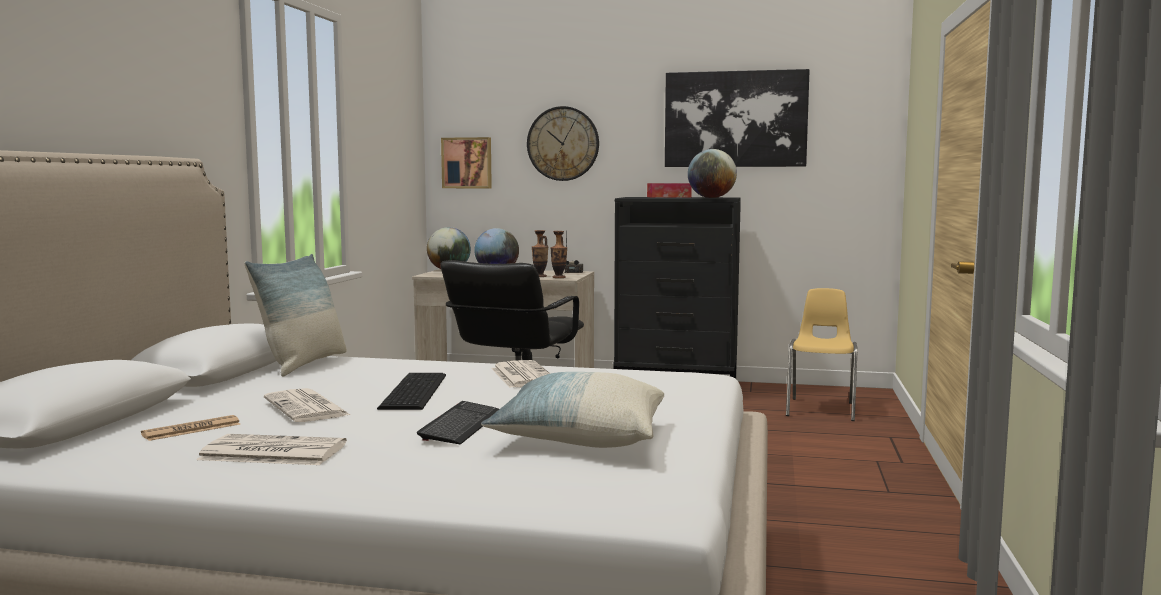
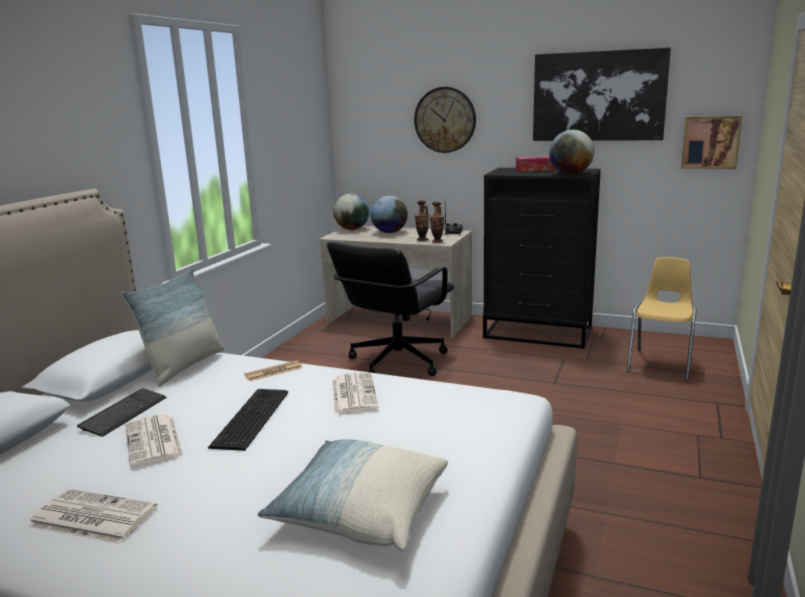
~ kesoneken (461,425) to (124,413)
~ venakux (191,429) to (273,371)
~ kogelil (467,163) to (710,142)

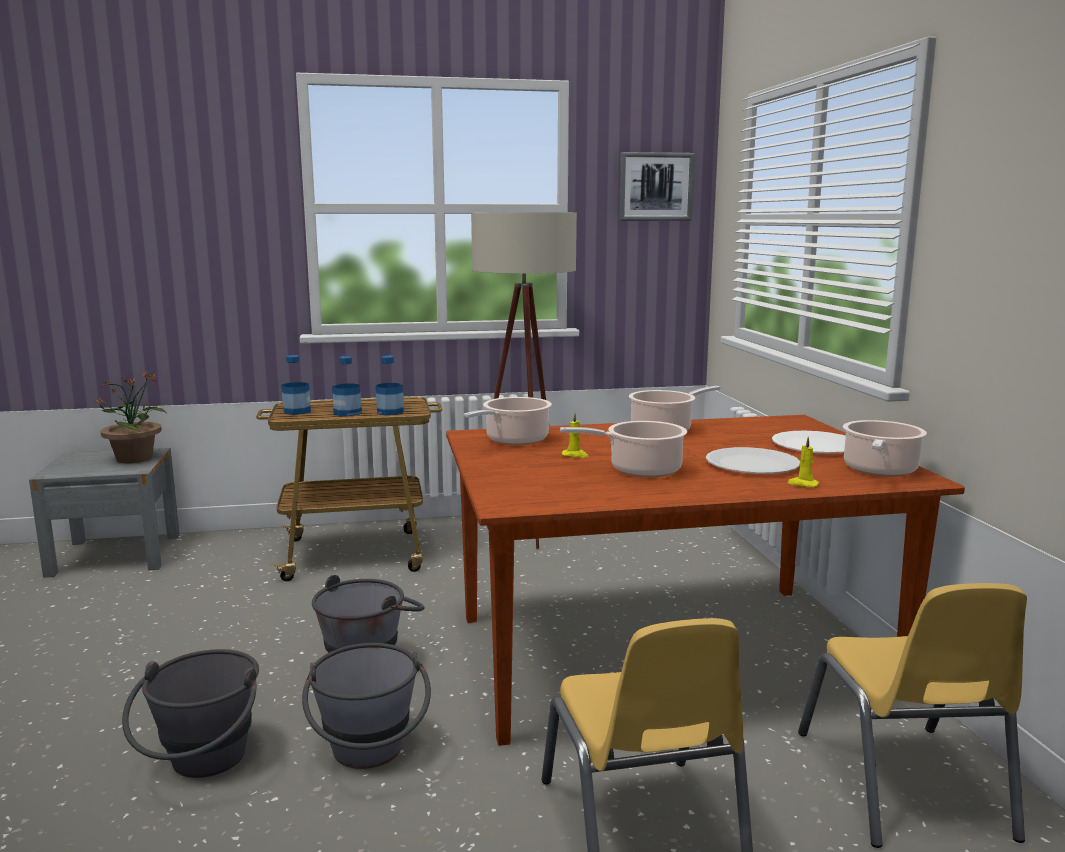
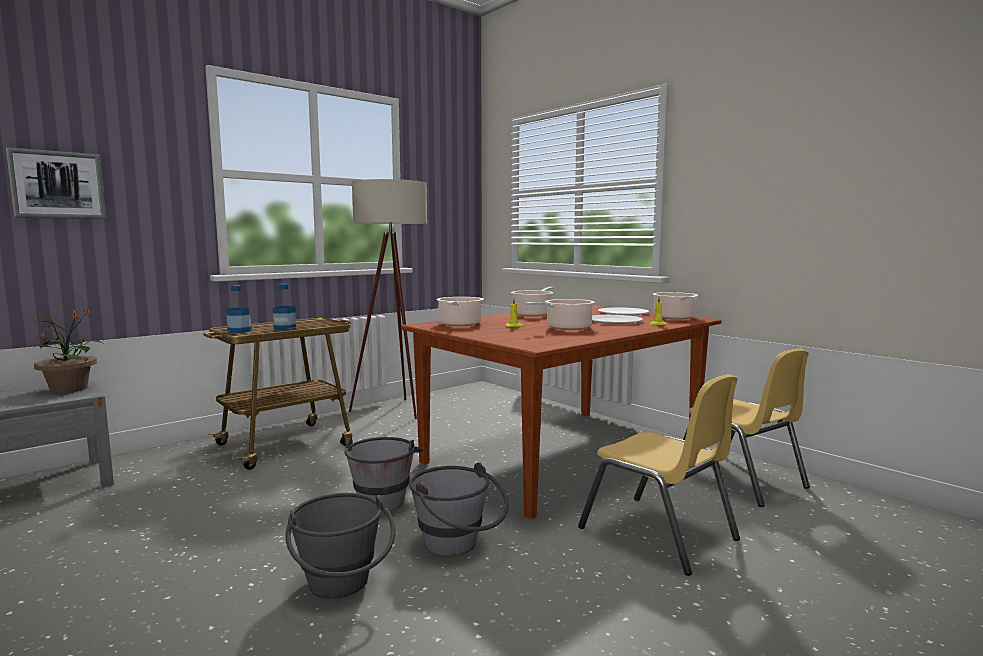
~ kogelil (655,187) to (58,185)
- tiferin (390,412)

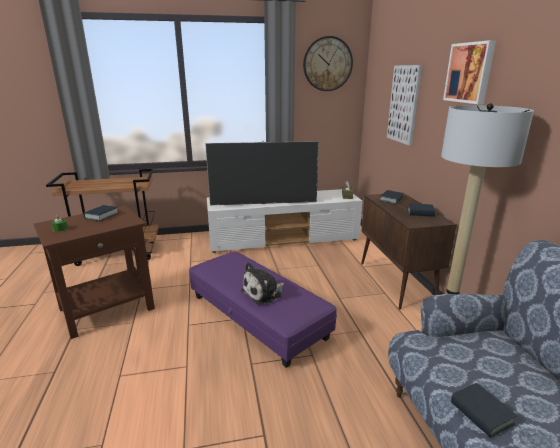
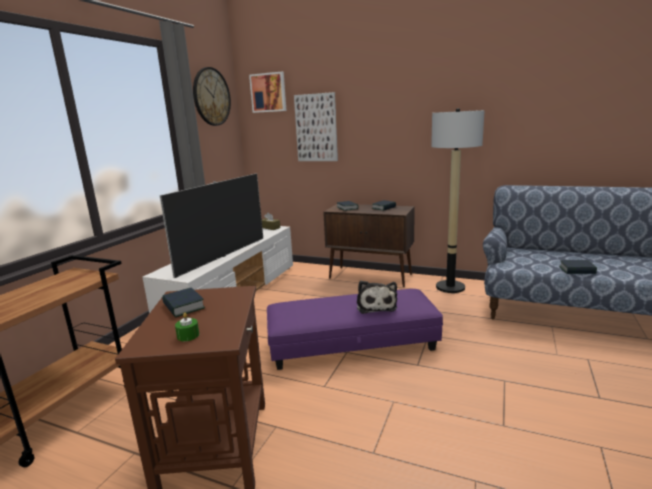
~ kogelil (470,73) to (268,92)

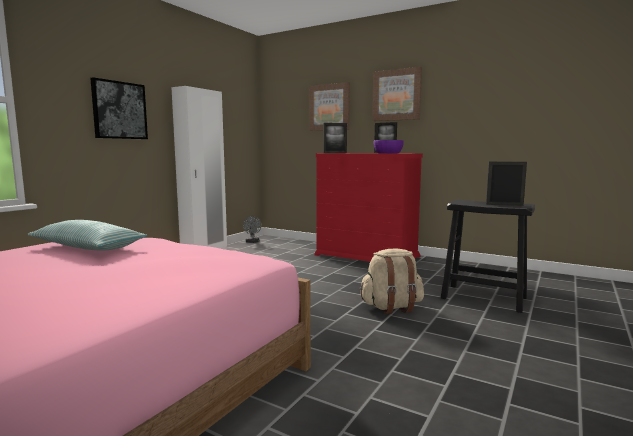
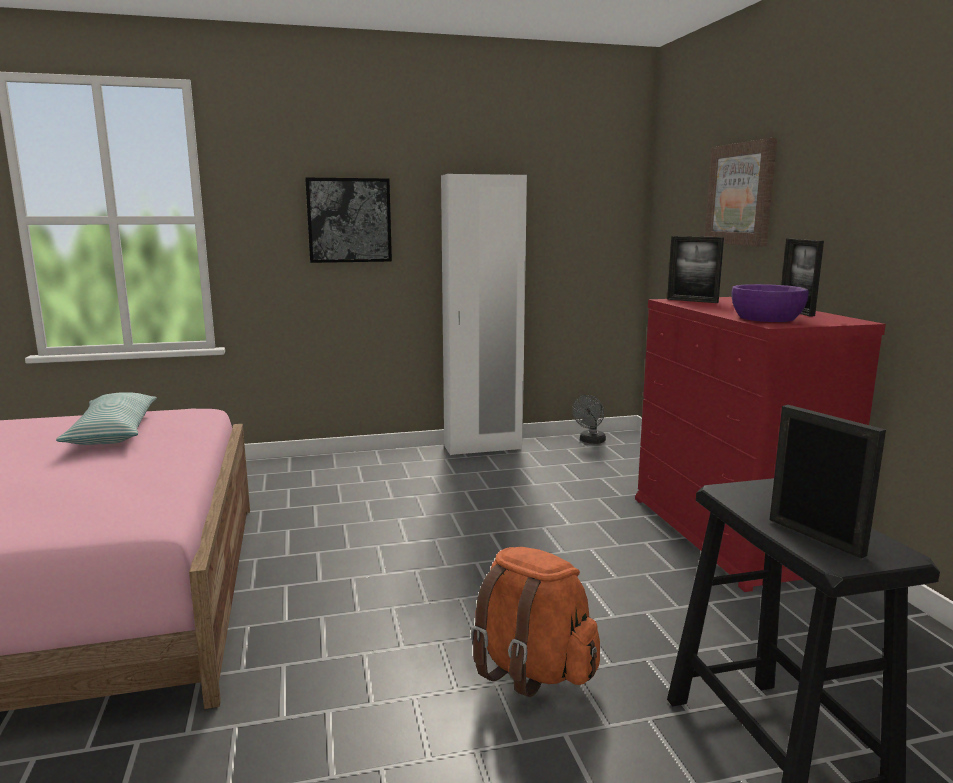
~ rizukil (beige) (391,307) to rizukil (orange) (531,669)
- kogelil (397,95)

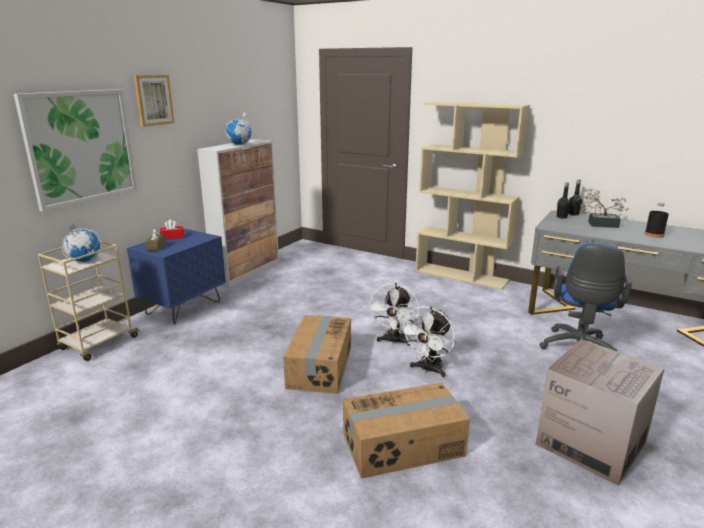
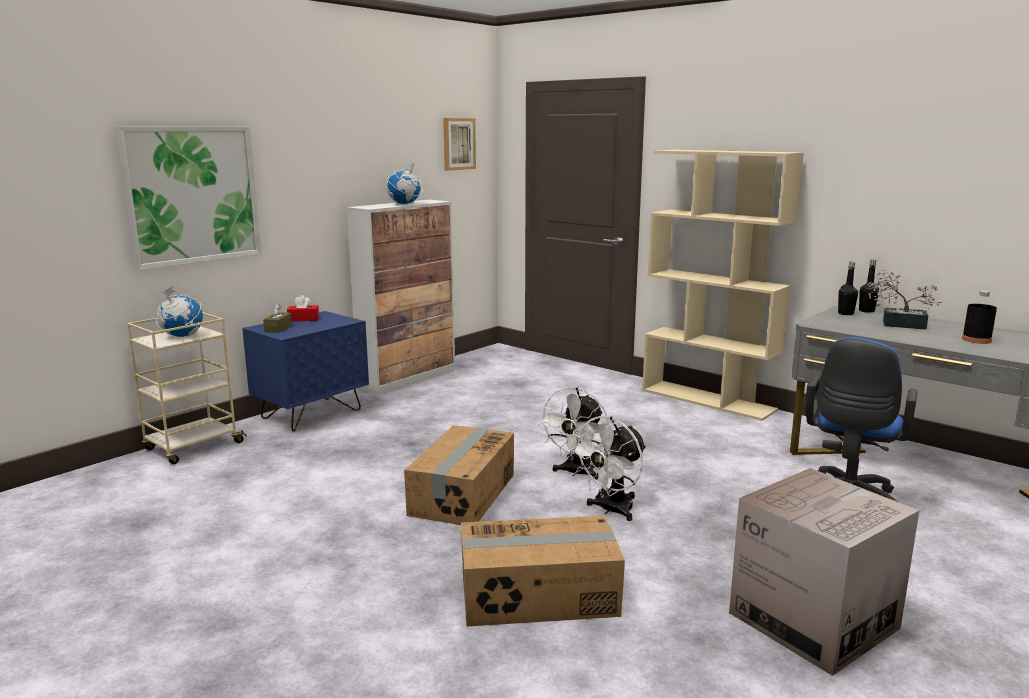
~ kogelil (153,100) to (458,144)

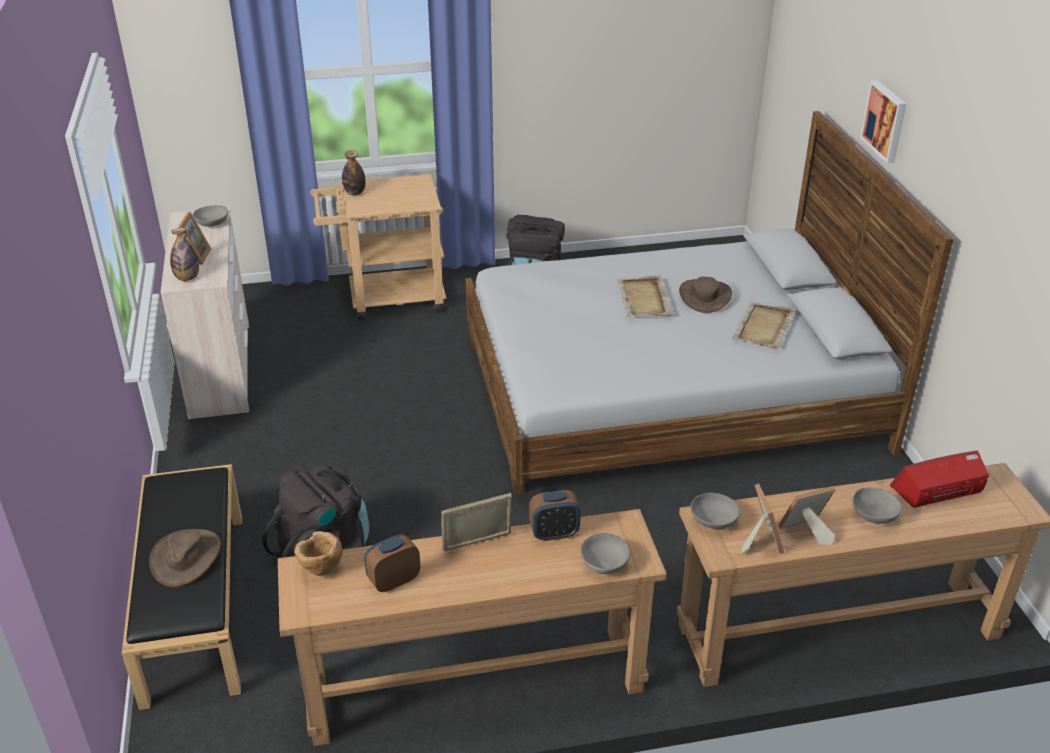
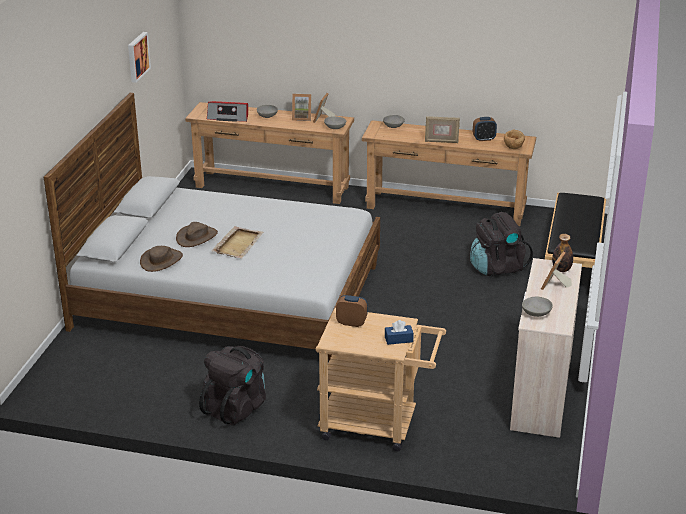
~ kogelil (886,121) to (137,56)
~ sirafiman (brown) (186,557) to (161,260)
~ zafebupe (554,533) to (351,323)
~ tiferin (355,193) to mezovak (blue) (398,339)
- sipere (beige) (763,327)

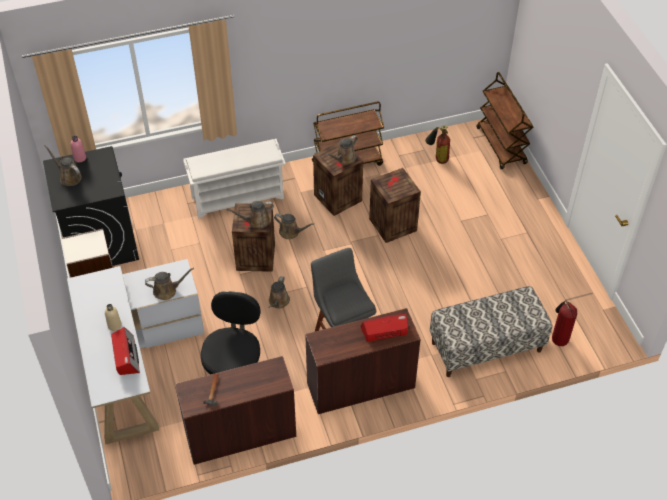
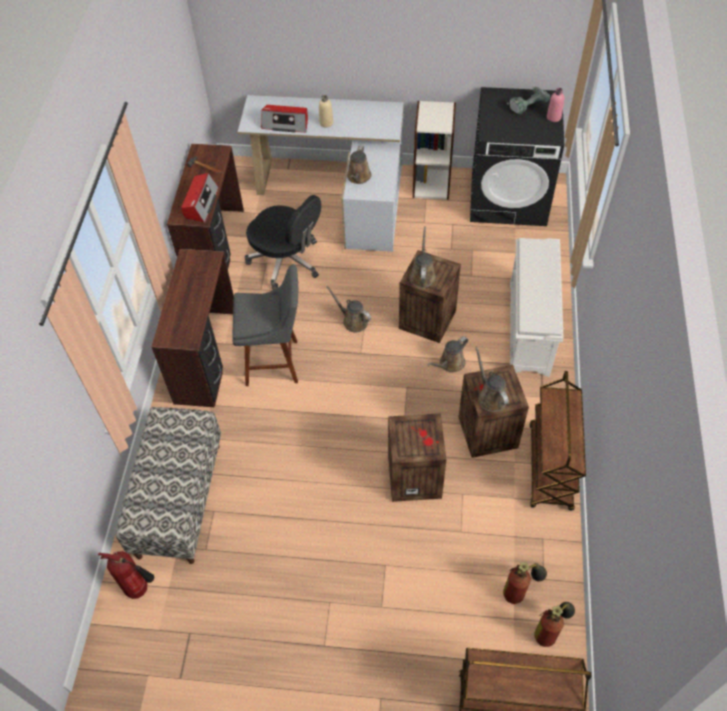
~ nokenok (385,331) to (201,203)
~ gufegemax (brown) (69,177) to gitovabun (526,105)
+ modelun (550,631)

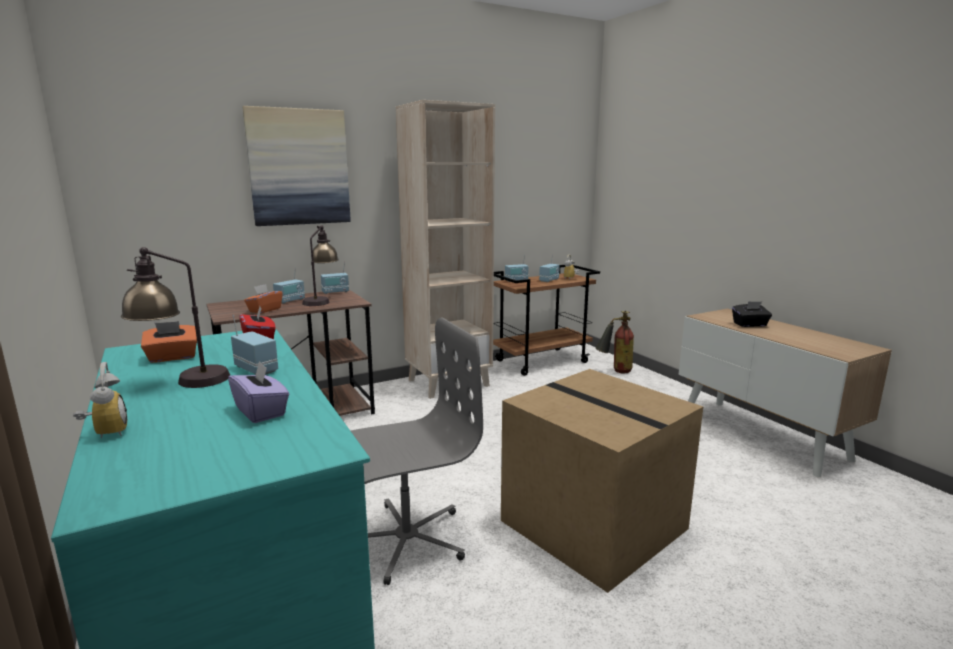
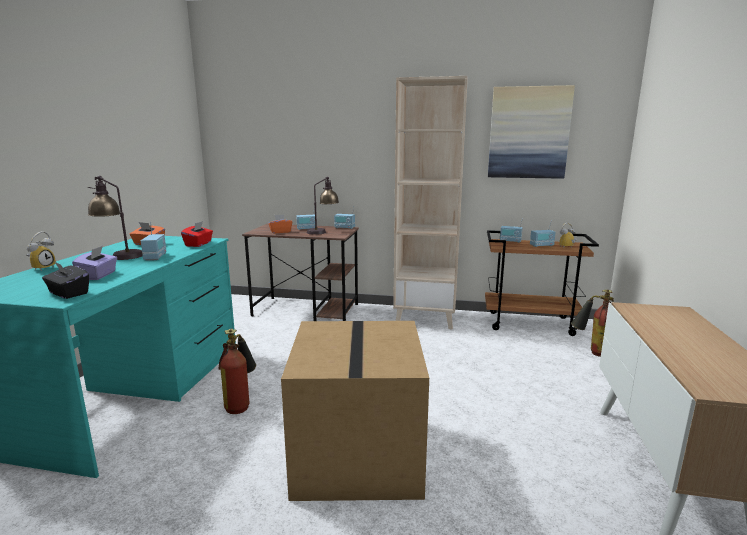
~ mezovak (black) (750,325) to (68,293)
~ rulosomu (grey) (405,539) to modelun (241,403)
~ kogelil (299,167) to (528,133)

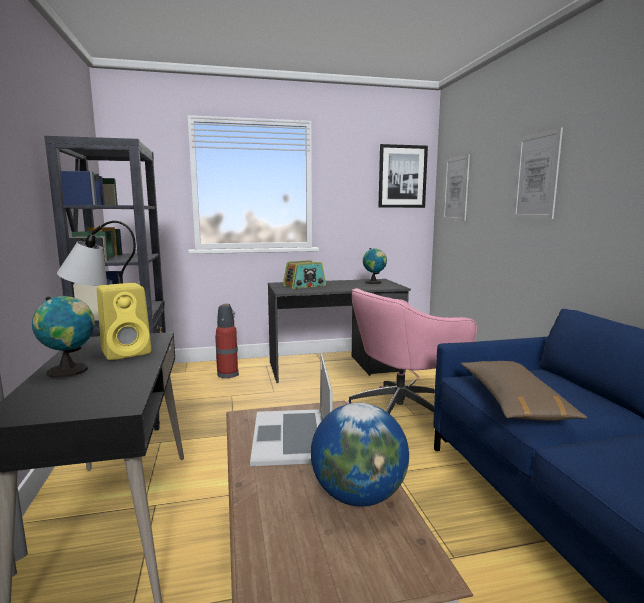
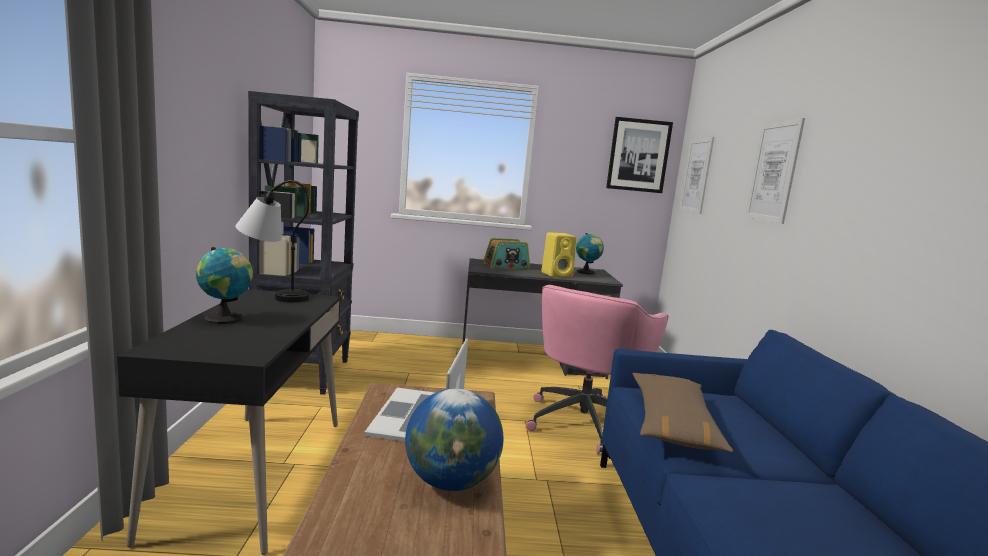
~ rulosomu (pink) (403,412) = (584,421) 45 degrees counterclockwise
~ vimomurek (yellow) (128,352) to (557,275)
- modelun (228,374)

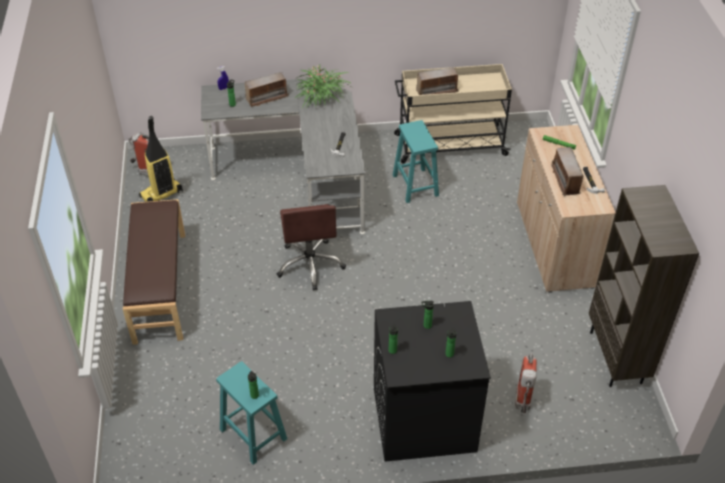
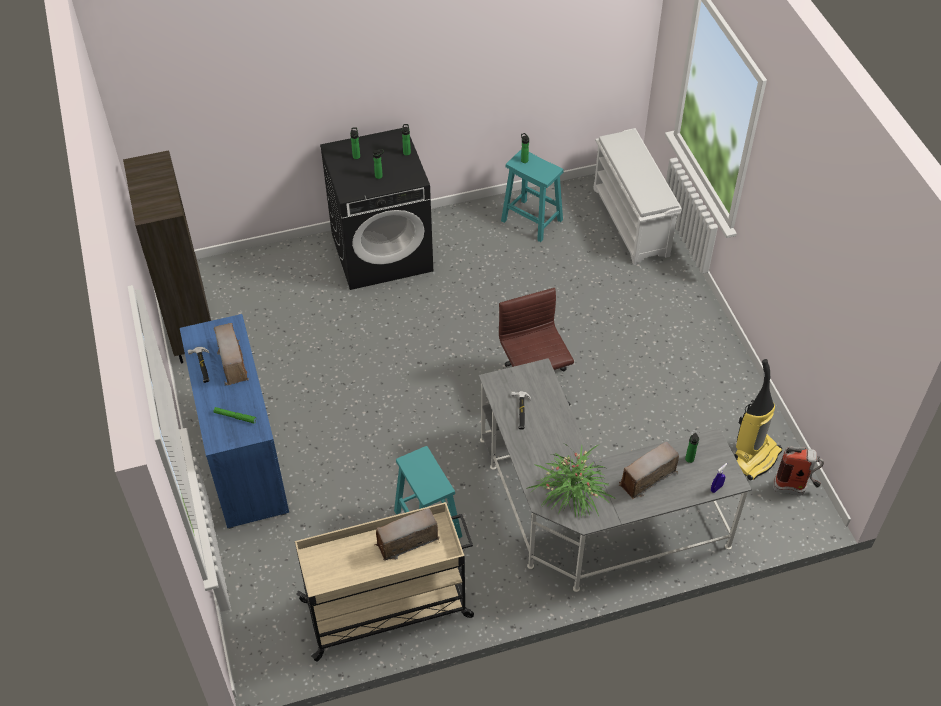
~ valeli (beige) (554,244) to valeli (blue) (244,458)
+ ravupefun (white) (632,222)
- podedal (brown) (159,287)
- modelun (522,404)

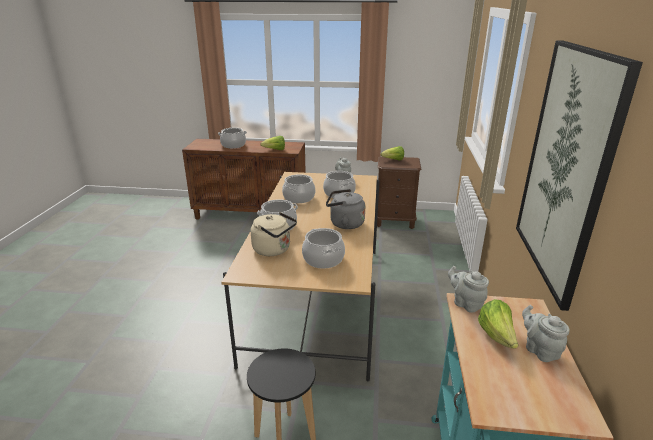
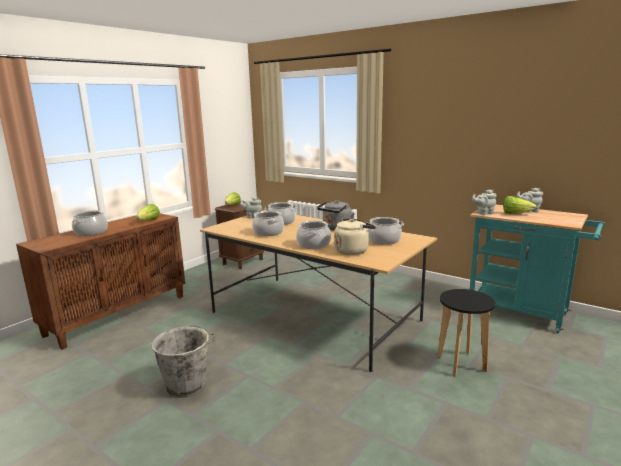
+ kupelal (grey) (188,386)
- kogelil (565,168)

